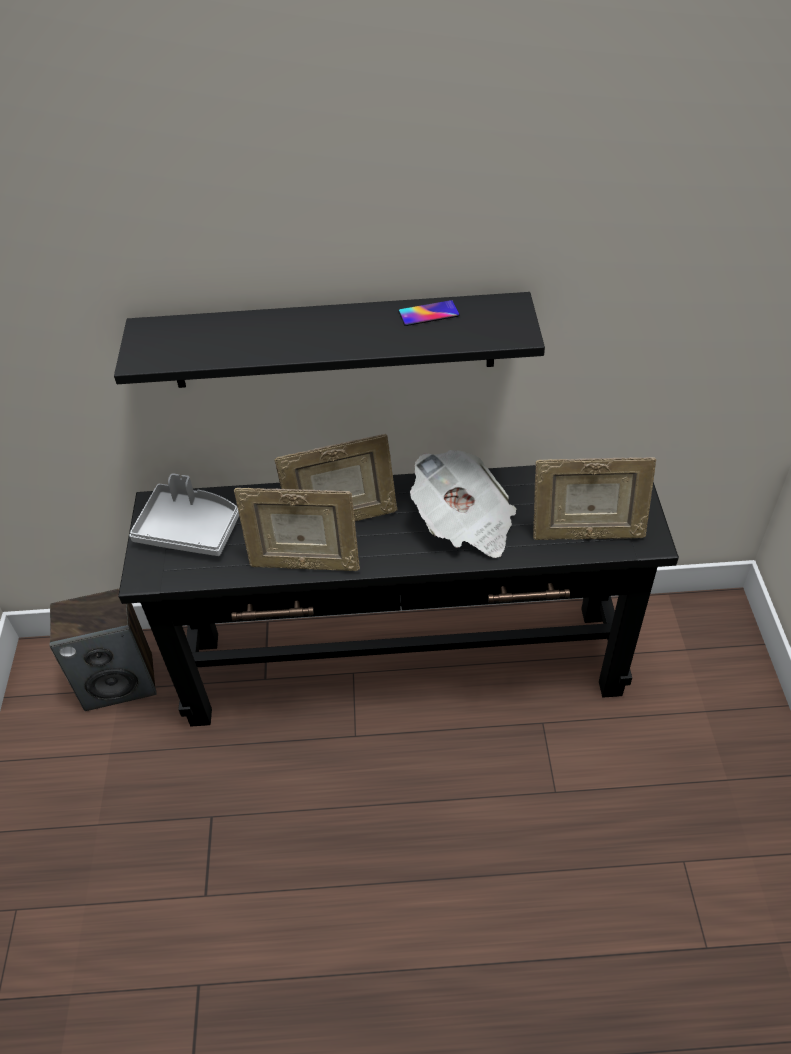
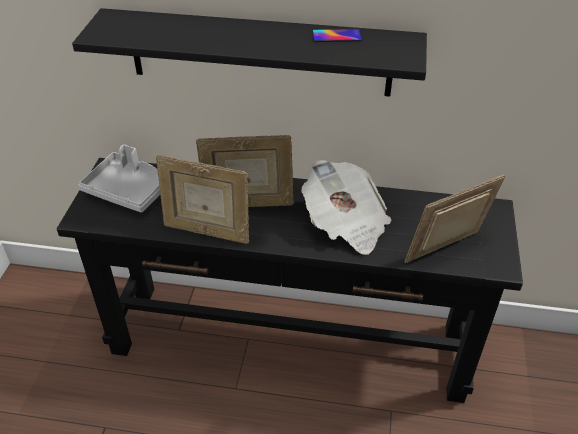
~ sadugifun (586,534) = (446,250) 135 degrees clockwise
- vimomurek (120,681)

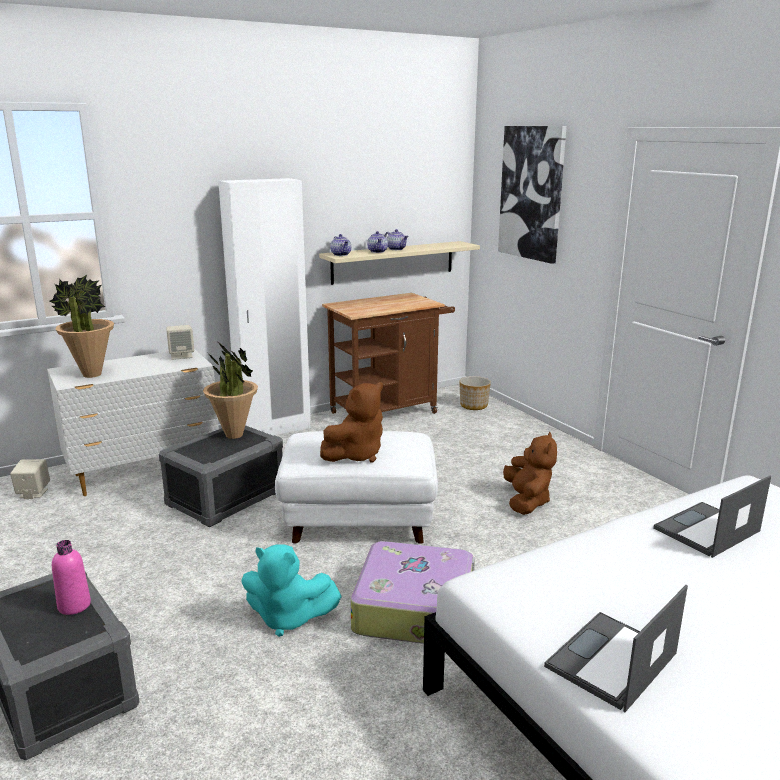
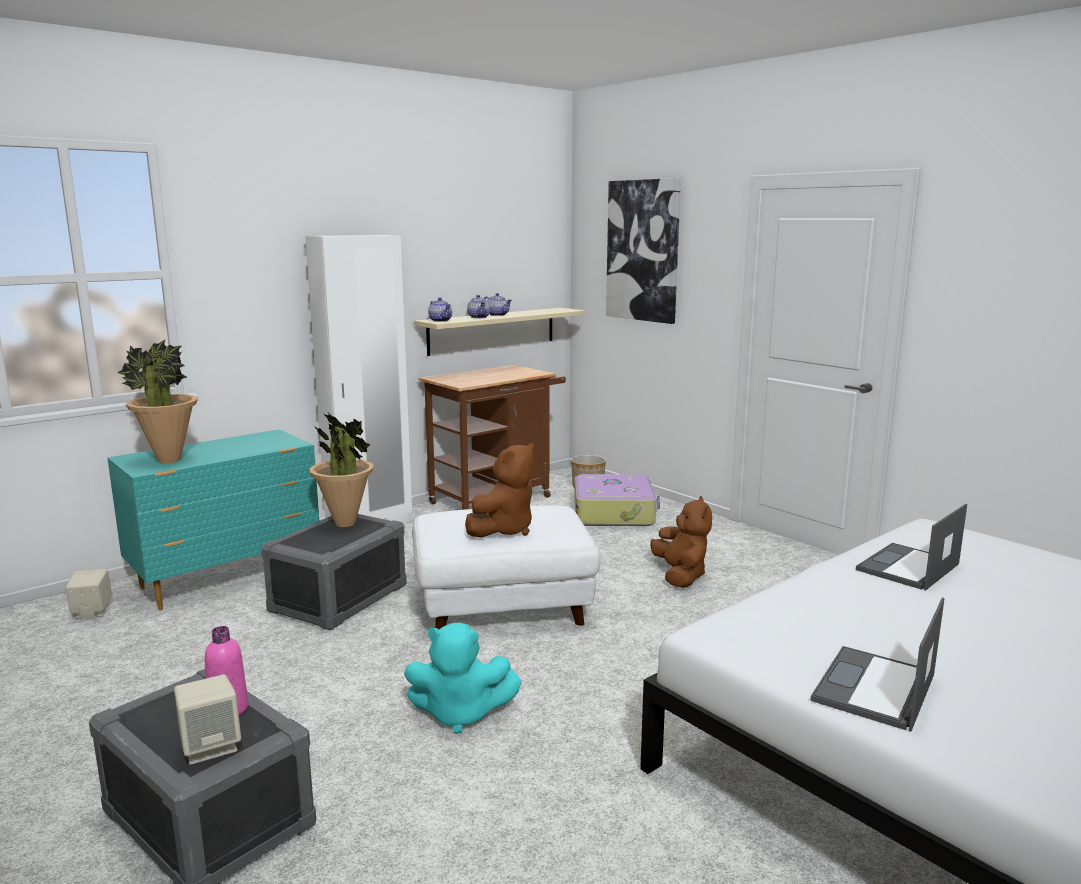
~ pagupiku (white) (145,472) to pagupiku (turquoise) (228,579)
~ vimomurek (beige) (181,356) to (211,747)
~ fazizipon (416,608) to (614,513)

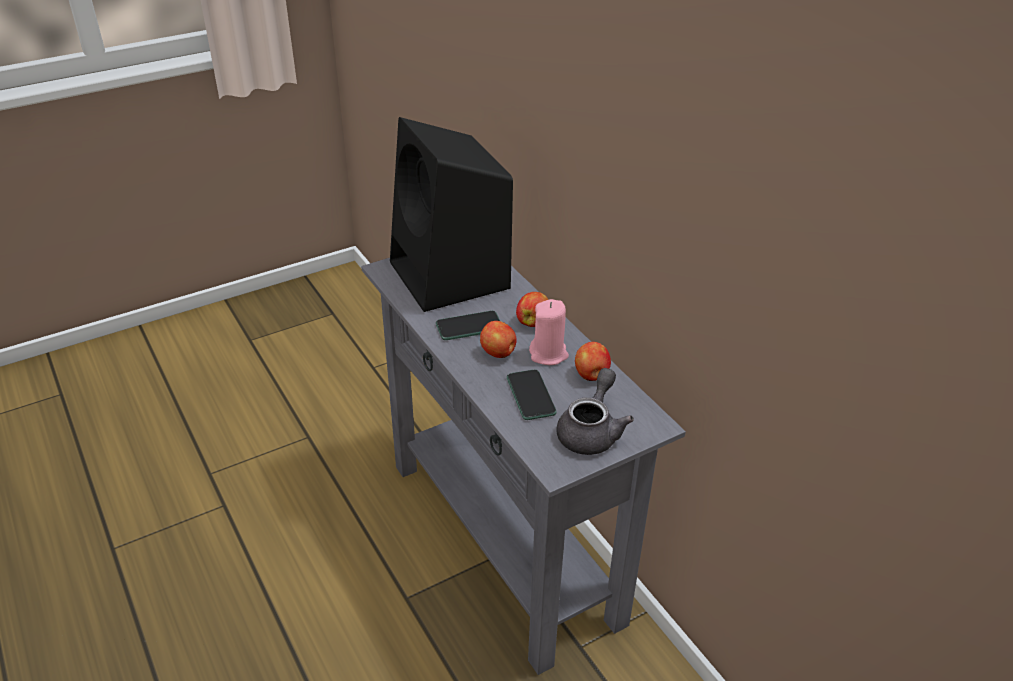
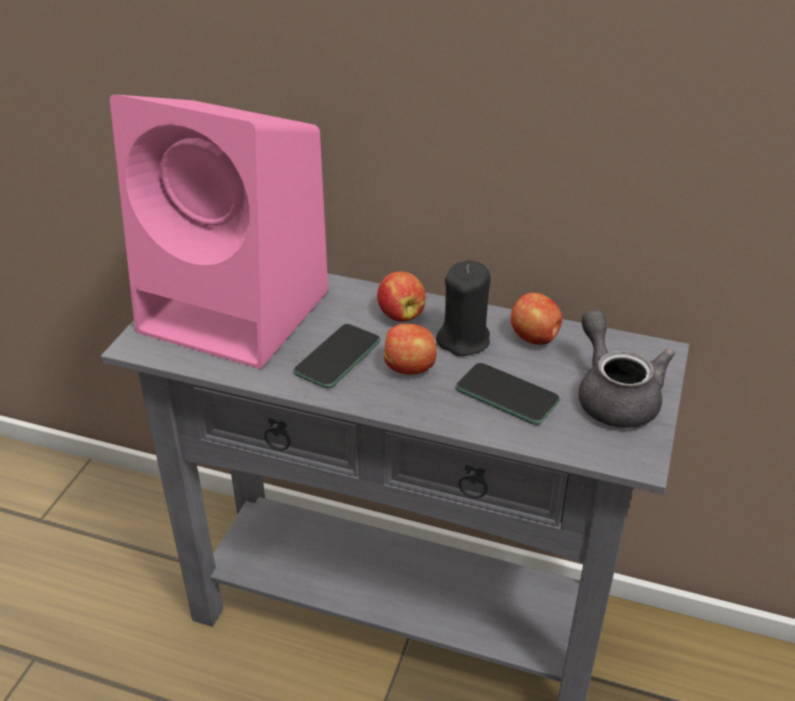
~ vimomurek (black) (451,277) to vimomurek (pink) (240,311)
~ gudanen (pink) (548,354) to gudanen (black) (464,340)

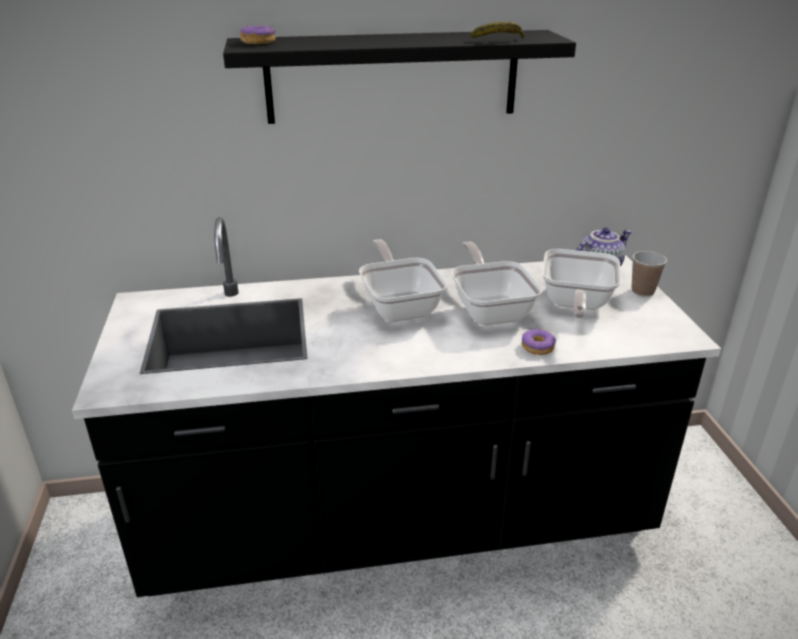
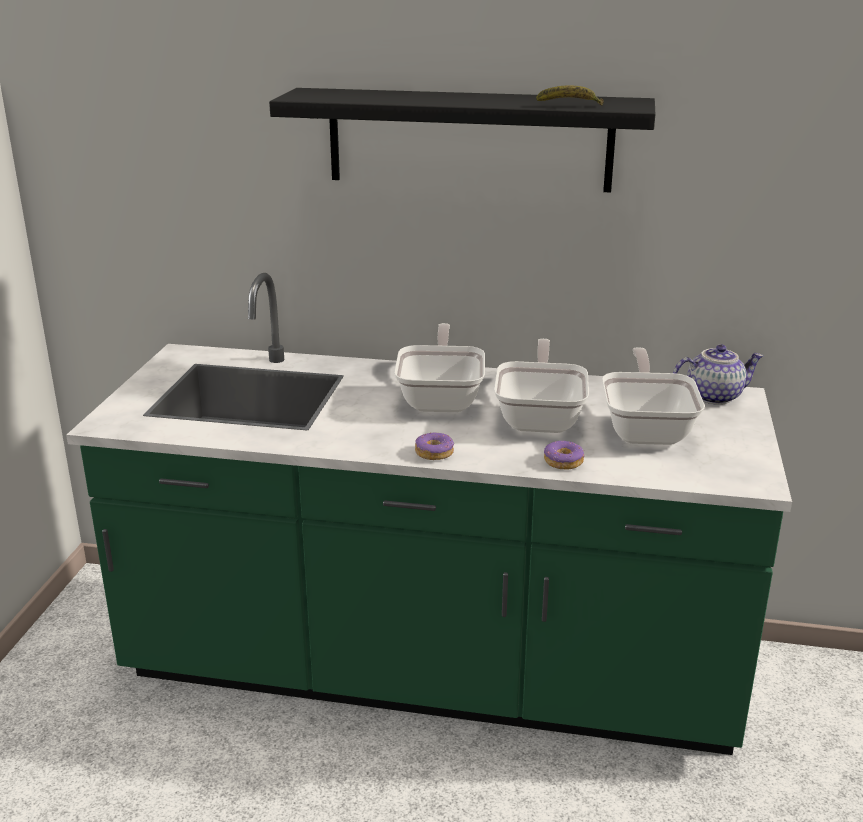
~ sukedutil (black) (399,523) to sukedutil (green) (431,672)
~ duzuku (258,42) to (434,453)
~ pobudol (575,305) = (647,429) 150 degrees clockwise
- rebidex (642,291)

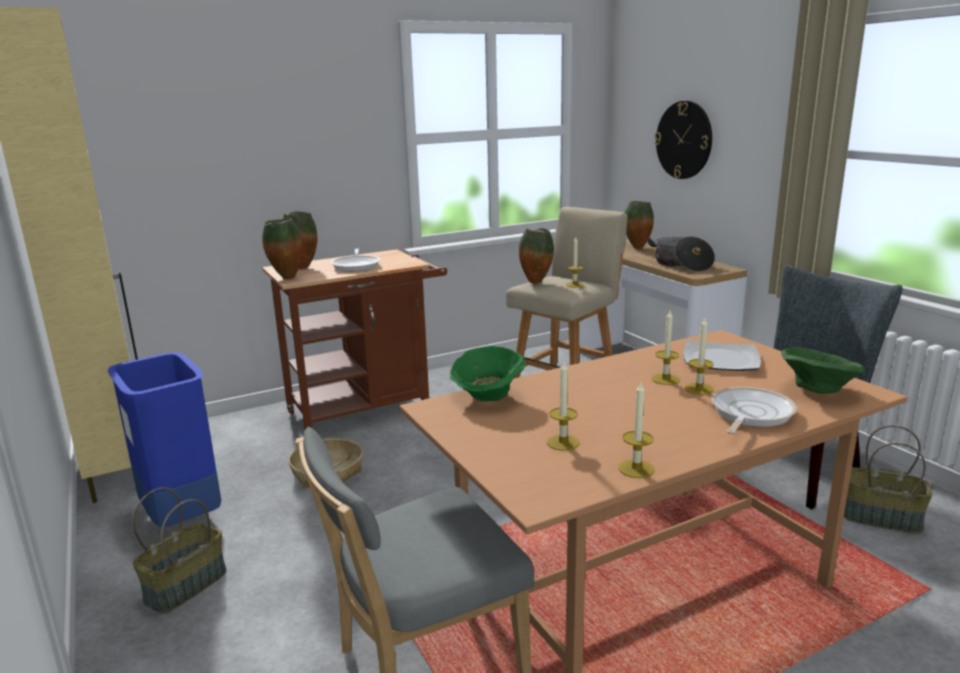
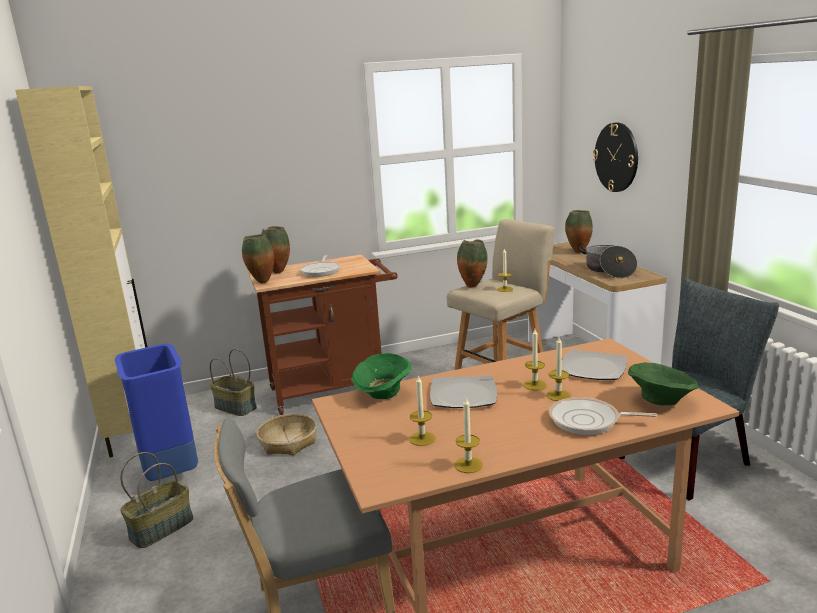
~ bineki (880,518) to (234,407)
+ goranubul (464,395)
~ pobudol (749,414) = (588,421) 120 degrees counterclockwise

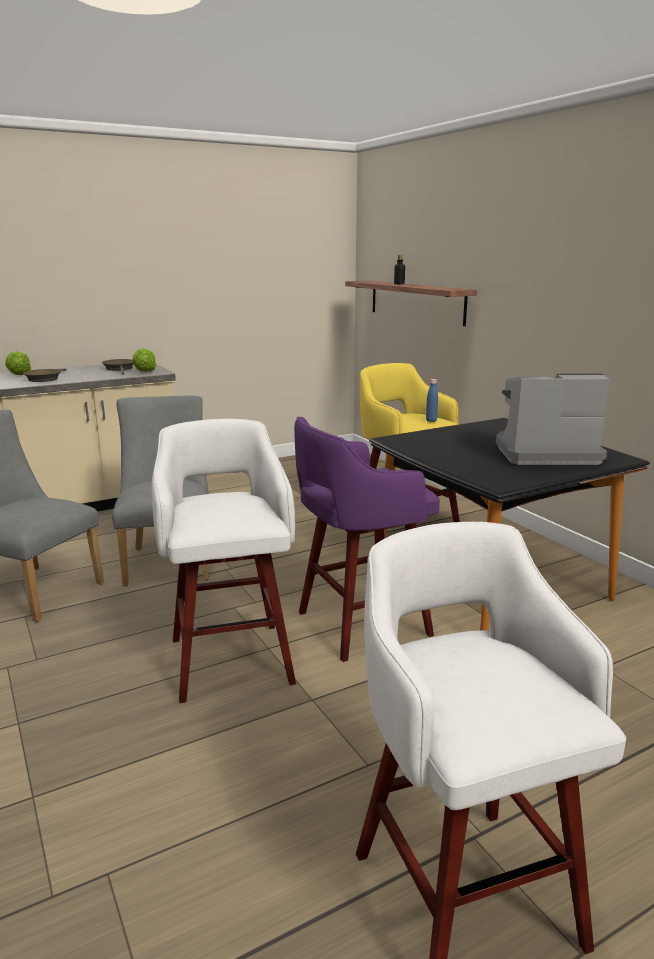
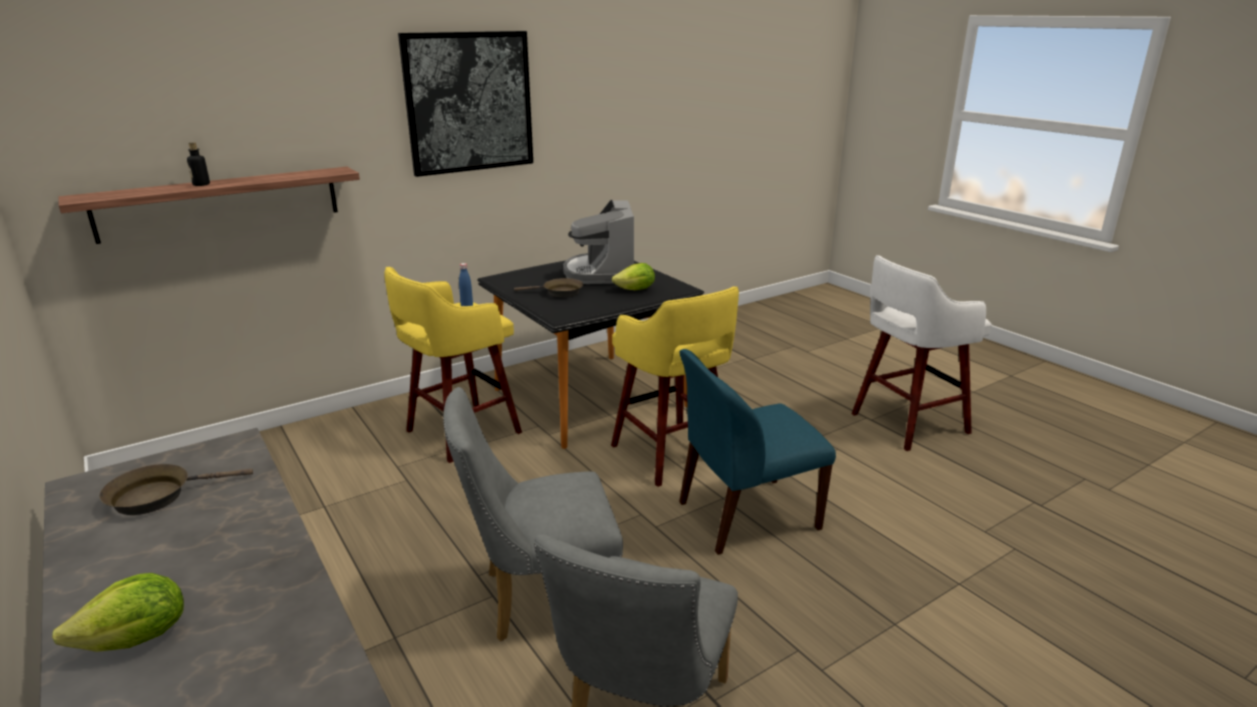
+ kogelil (469,102)
~ pobudol (brown) (45,379) to (559,292)
~ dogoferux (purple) (359,624) to dogoferux (yellow) (672,455)
~ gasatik (145,371) to (635,290)
~ dogoferux (white) (231,657) to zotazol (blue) (745,516)

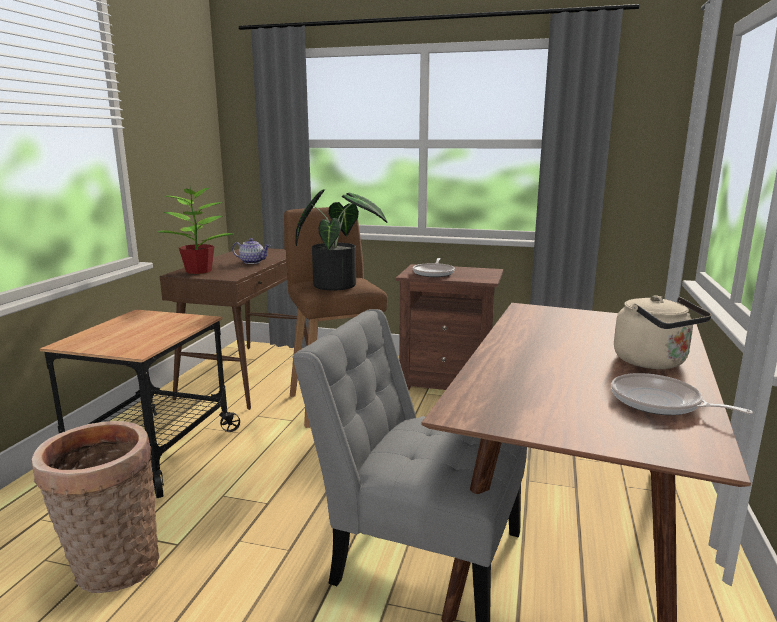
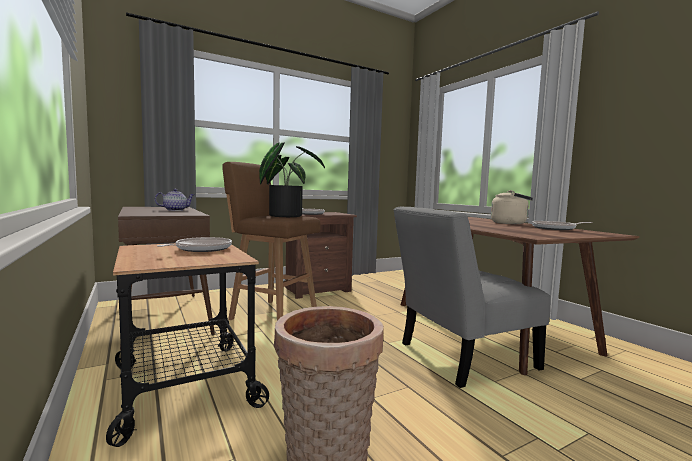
+ pobudol (201,249)
- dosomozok (199,271)

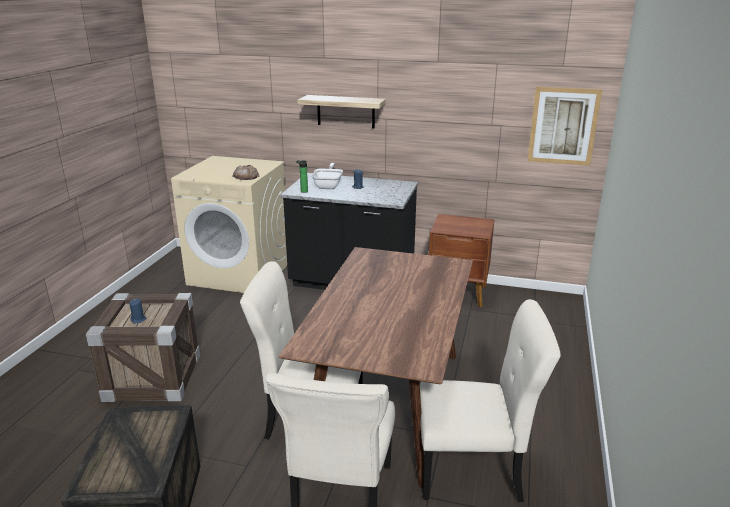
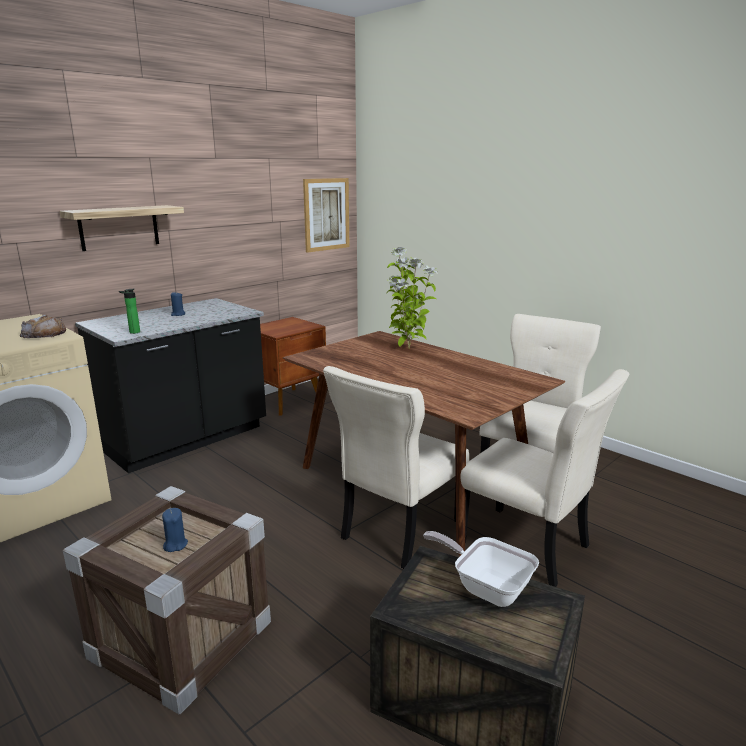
+ dosomozok (408,349)
~ pobudol (328,186) to (486,587)

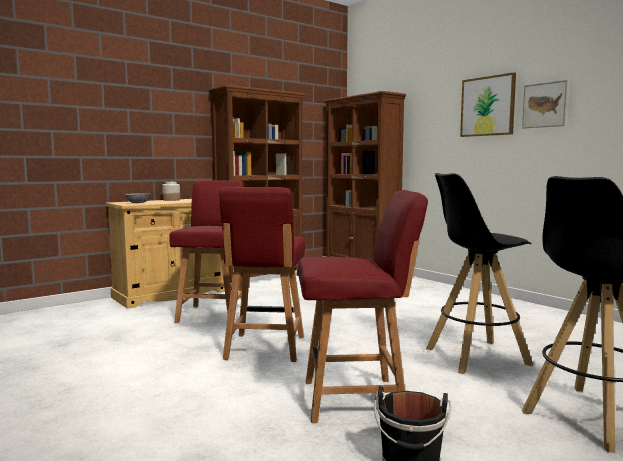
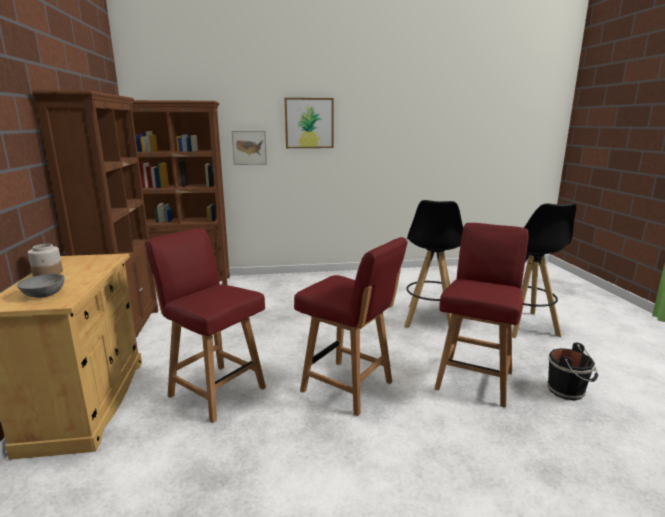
~ kogelil (544,105) to (249,147)

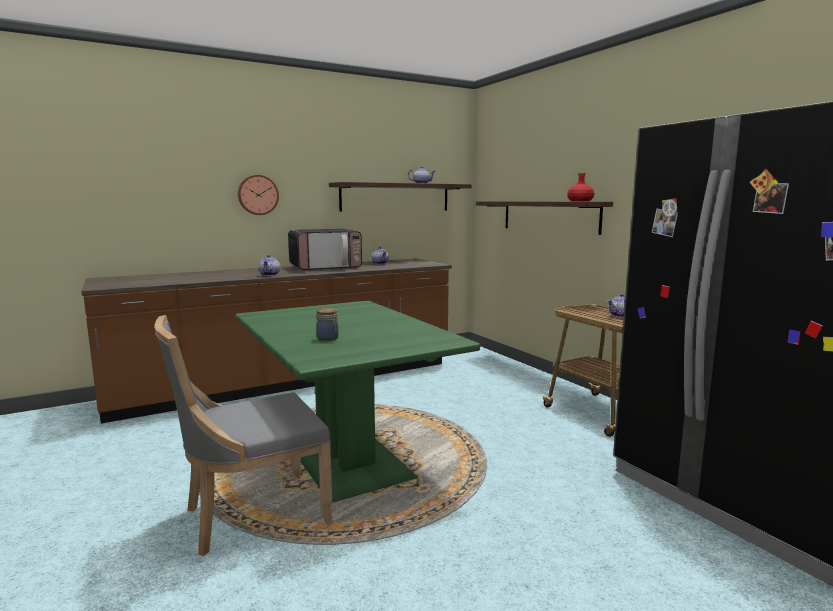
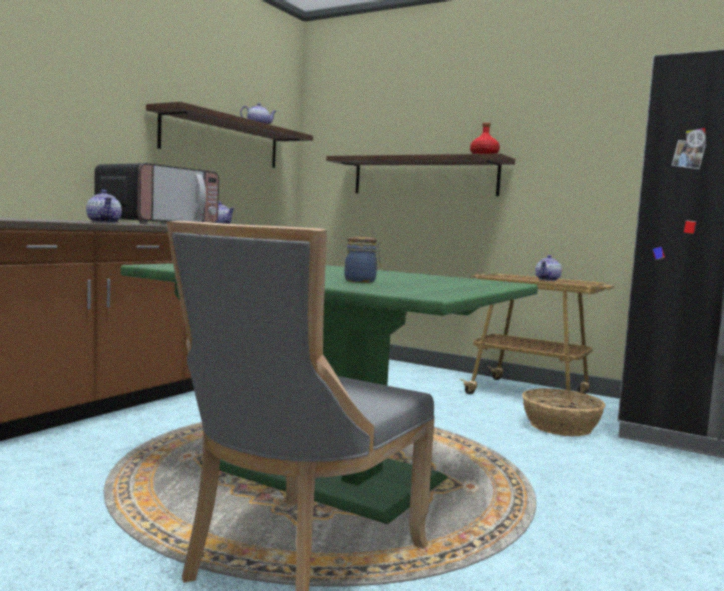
+ bineki (560,427)
- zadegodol (257,195)

